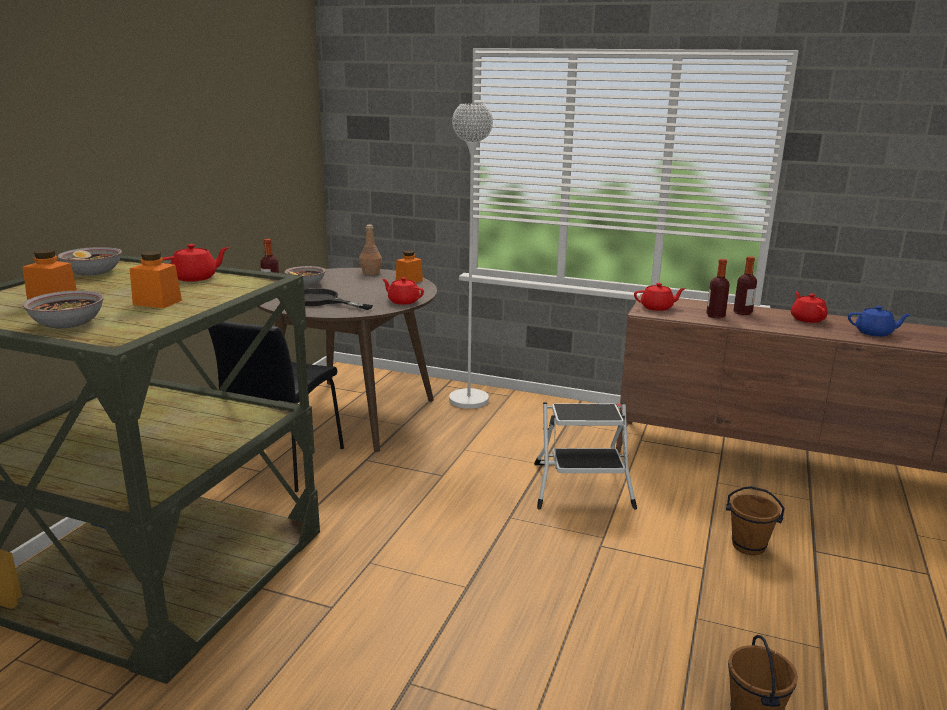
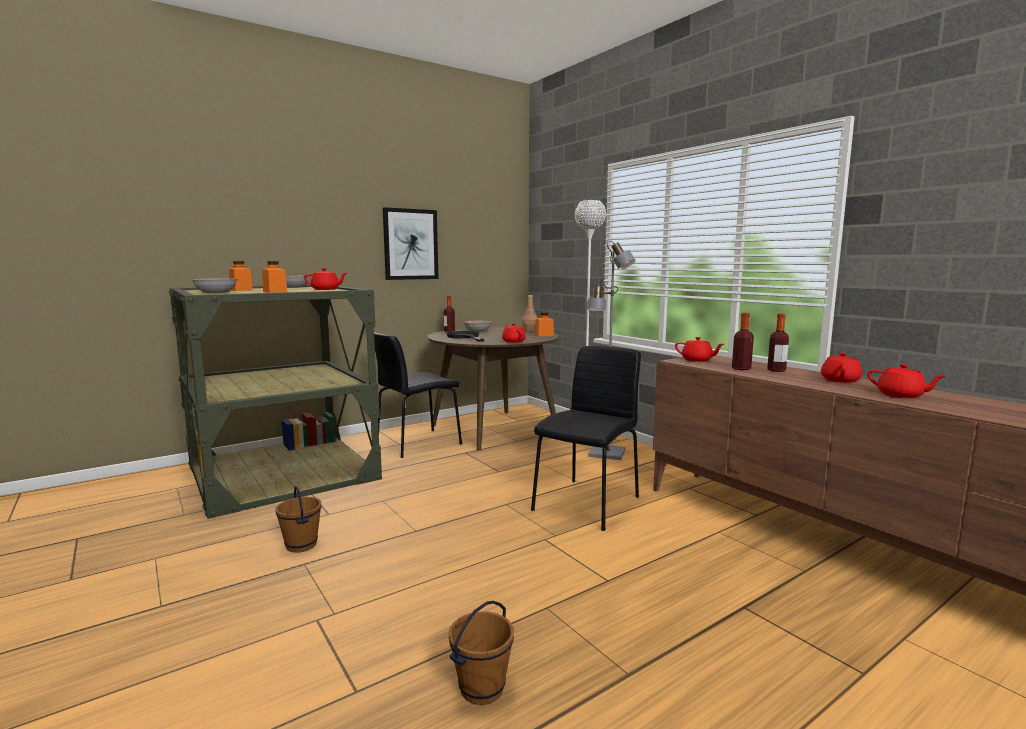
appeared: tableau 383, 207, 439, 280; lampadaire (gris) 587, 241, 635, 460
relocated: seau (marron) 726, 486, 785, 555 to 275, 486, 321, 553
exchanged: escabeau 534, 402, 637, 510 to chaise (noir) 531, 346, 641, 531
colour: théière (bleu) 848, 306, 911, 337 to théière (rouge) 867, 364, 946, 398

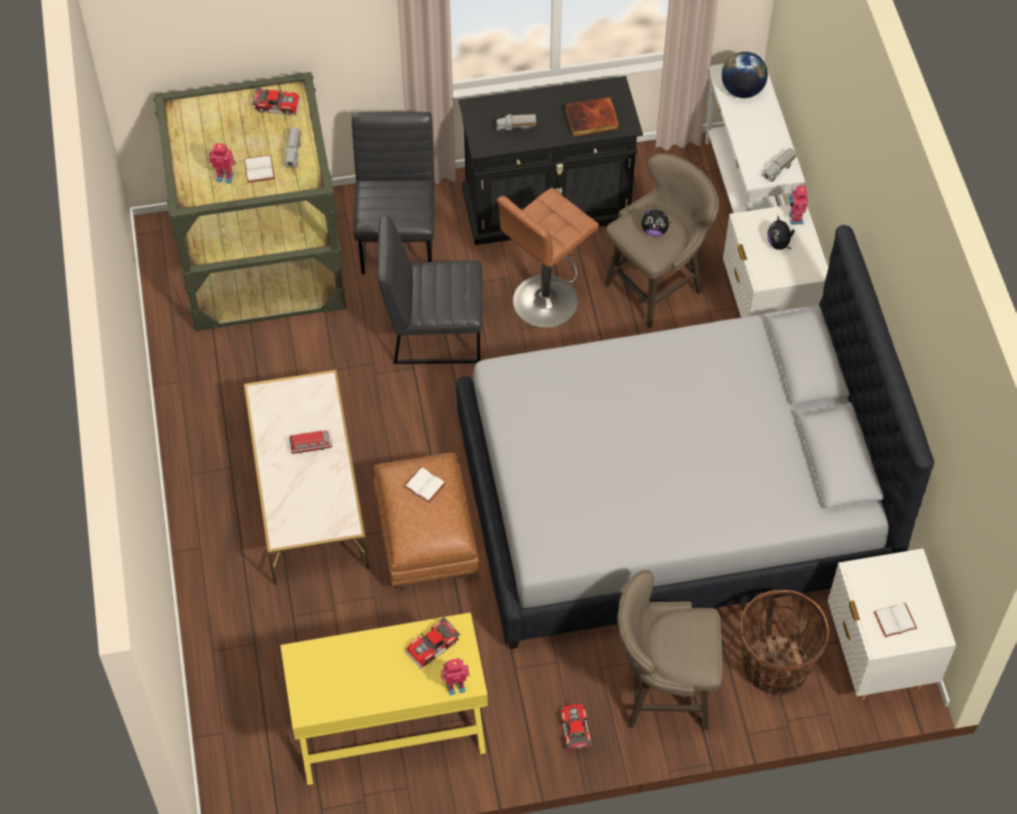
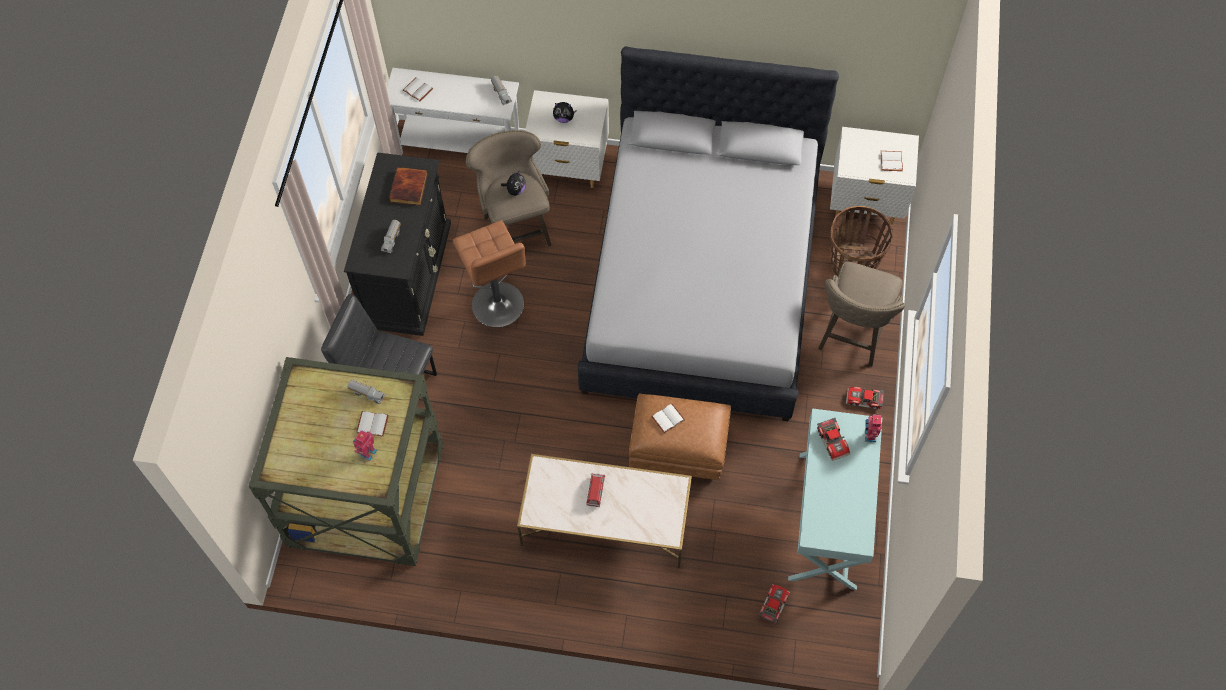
missing: chaise (gris) 377, 216, 482, 364; robot jouet 789, 184, 808, 225
relocated: petite voiture 252, 87, 302, 115 to 758, 584, 790, 623
exchanged: globe 722, 52, 768, 98 to livre (blanc) 403, 78, 433, 101
colour: bureau (jaune) 280, 612, 488, 785 to bureau (turquoise) 788, 408, 882, 590

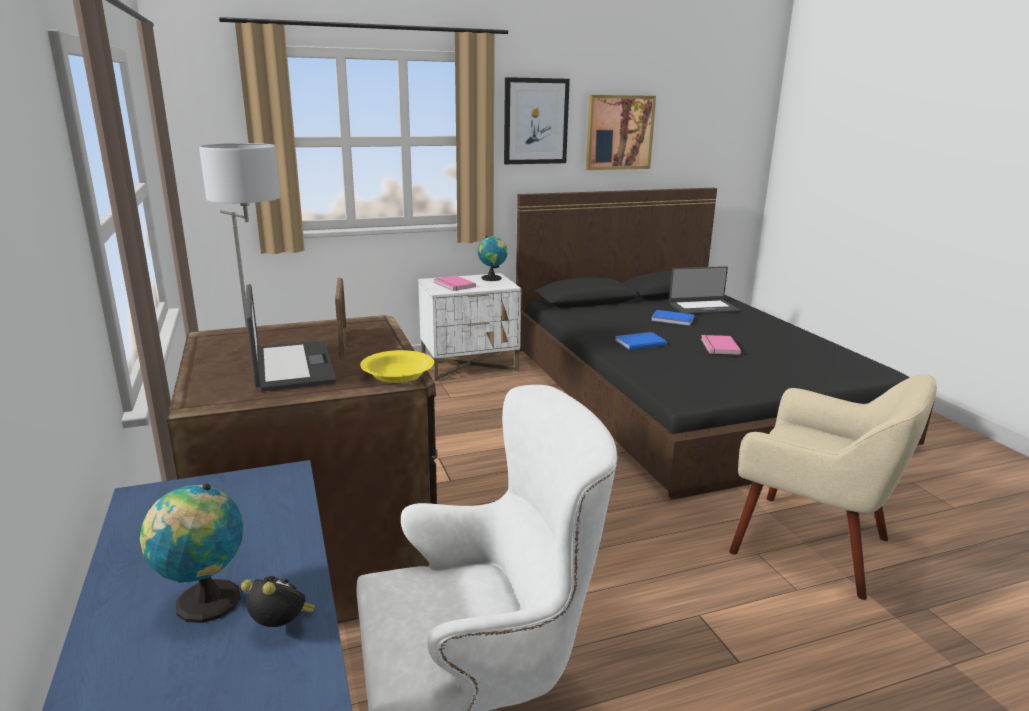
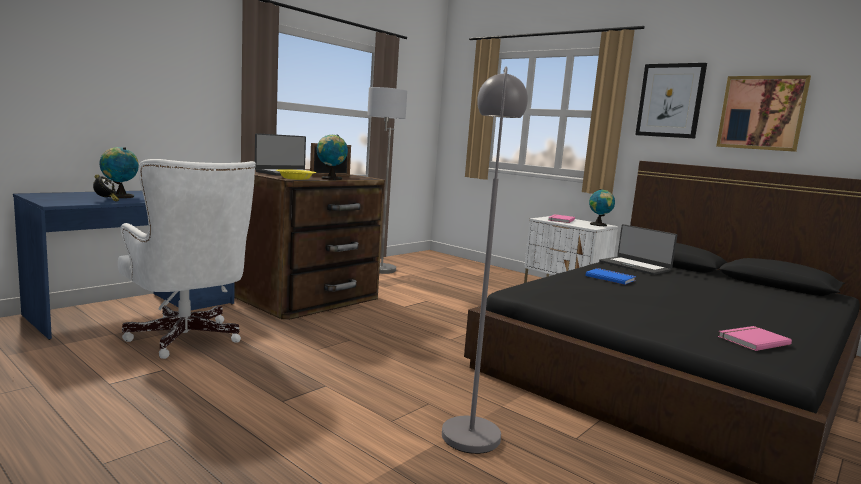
missing: livre (bleu) 651, 310, 695, 326
appeared: globe 317, 135, 348, 180
relocated: ordinateur portable 669, 266, 740, 314 to 599, 224, 677, 275; livre (rose) 701, 335, 742, 355 to 718, 326, 792, 351
exchanged: fauteuil (beige) 729, 374, 937, 600 to lampadaire (gris) 442, 67, 528, 454

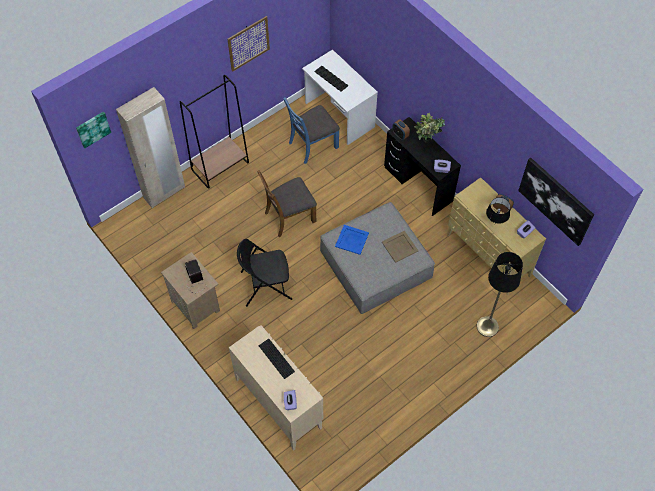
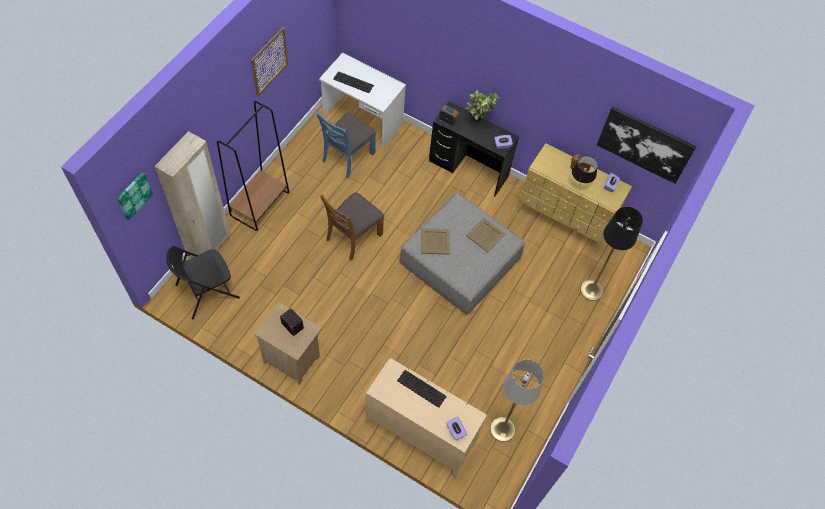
appeared: lampadaire (gris) 490, 359, 544, 442
relocated: chaise (noir) 237, 239, 292, 307 to 166, 246, 240, 320
colour: plateau (bleu) 335, 225, 369, 255 to plateau (beige) 421, 228, 450, 254

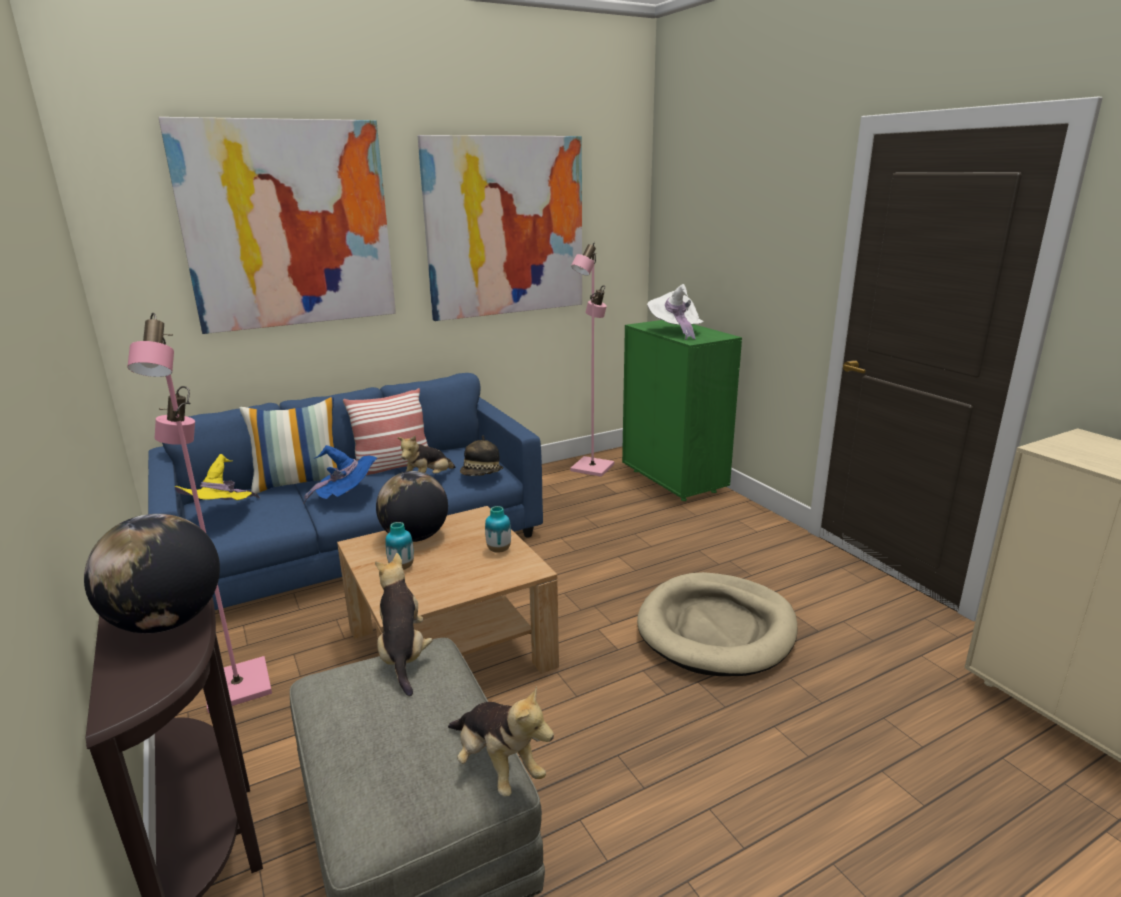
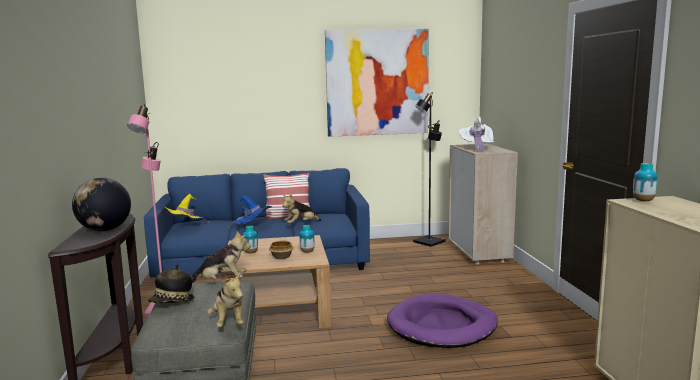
missing: tableau 159, 117, 396, 334; coussin 239, 397, 337, 494; globe 376, 471, 448, 542
appeared: bol 269, 240, 294, 259; vase 633, 163, 657, 201
relocated: chapeau 460, 435, 503, 476 to 148, 264, 194, 304
colour: lampadaire (rose) 570, 242, 614, 477 to lampadaire (noir) 413, 92, 445, 247; meuble de rangement (vert) 622, 320, 742, 501 to meuble de rangement (beige) 448, 144, 518, 264; panier pour chien (beige) 637, 572, 797, 676 to panier pour chien (violet) 387, 293, 498, 348
spun: peluche 375, 553, 433, 696 = 191, 231, 251, 283 75 degrees clockwise

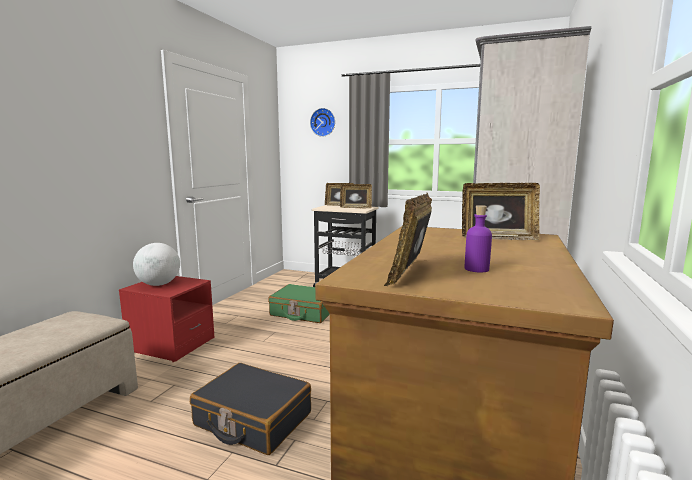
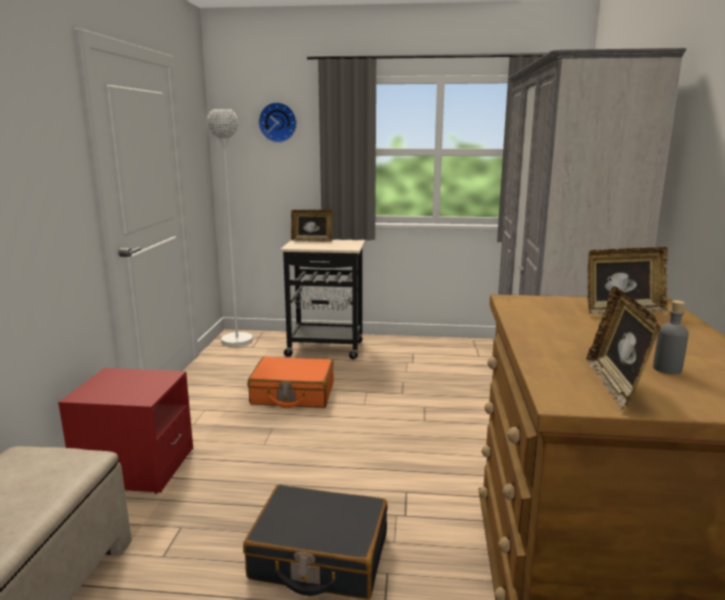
missing: globe 133, 243, 180, 286; cadre photo 340, 184, 372, 208
appeared: lampadaire (blanc) 207, 109, 253, 346
colour: valise (vert) 268, 284, 330, 323 to valise (orange) 248, 357, 334, 408; bouteille (violet) 465, 205, 492, 273 to bouteille (gris) 653, 300, 689, 374

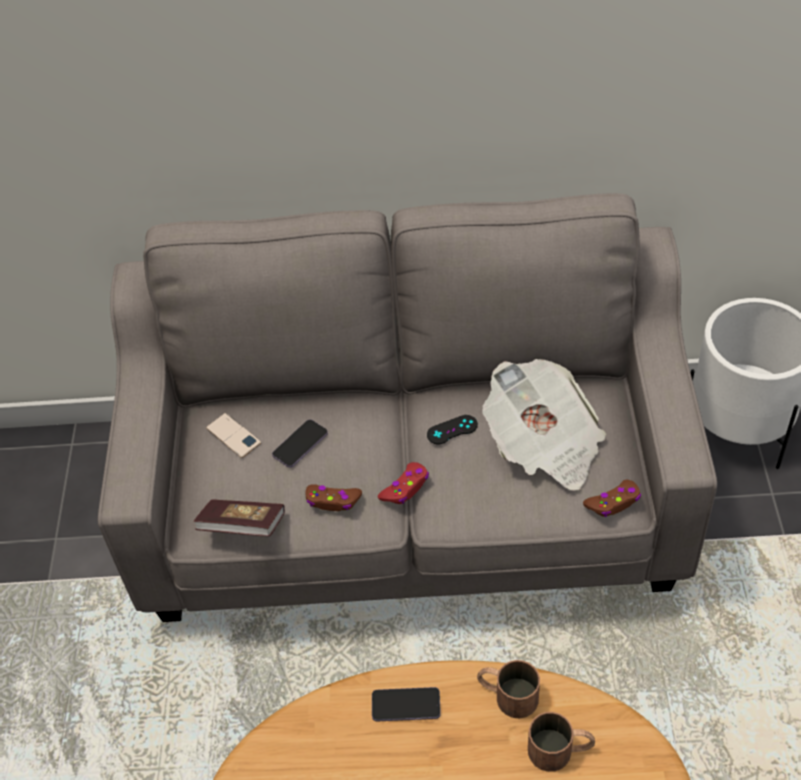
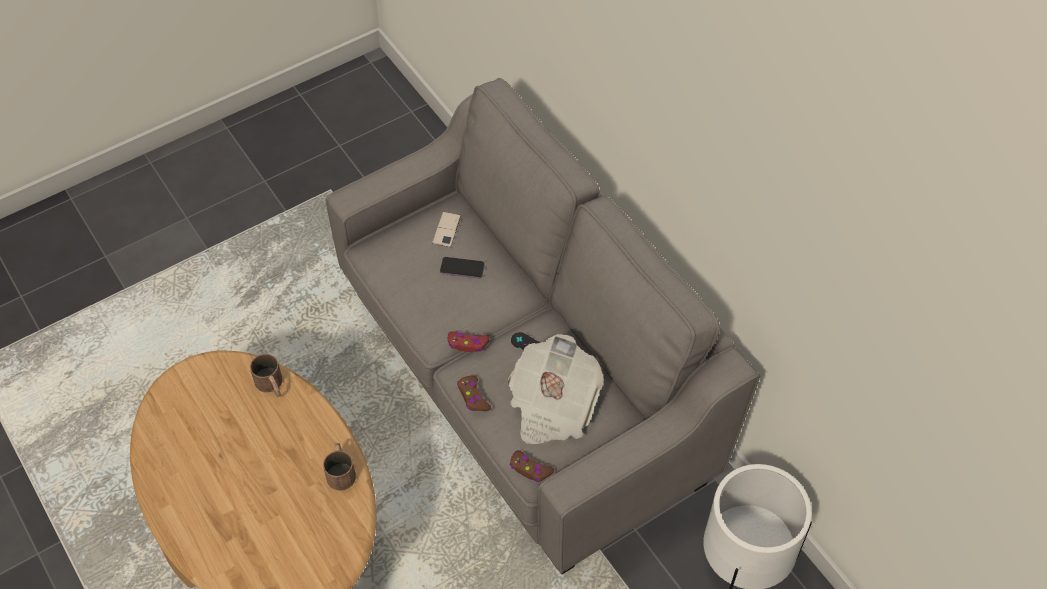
missing: livre 194, 500, 285, 537; téléphone 372, 687, 441, 721
relocated: manette (marron) 306, 484, 362, 511 to 457, 376, 491, 411; mug (marron) 528, 712, 595, 772 to 250, 354, 283, 397

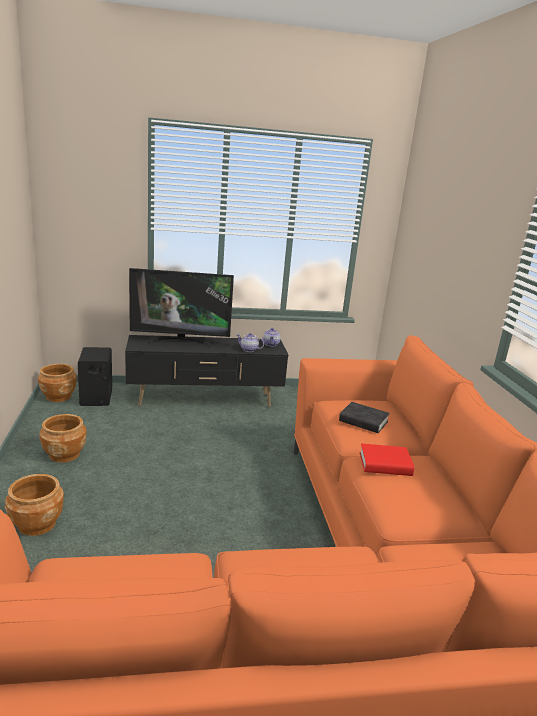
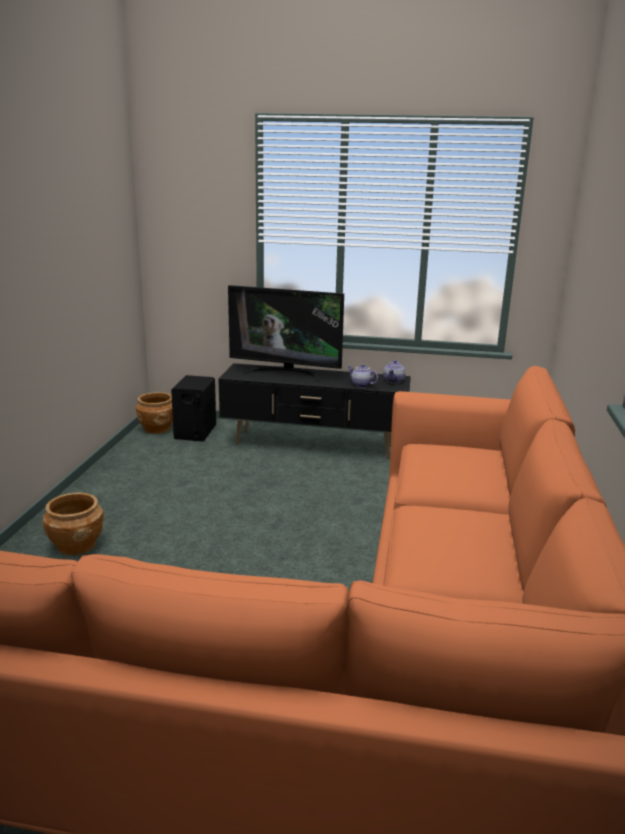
missing: cache-pot (marron) 39, 414, 87, 463; livre (noir) 339, 402, 390, 433; livre (rouge) 359, 443, 414, 476

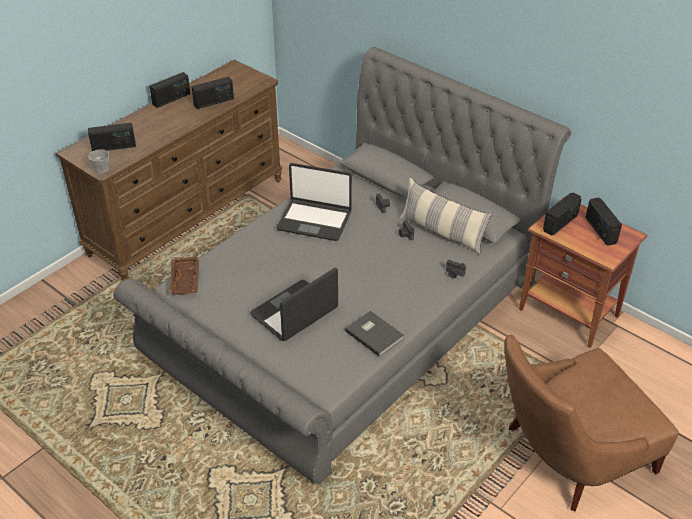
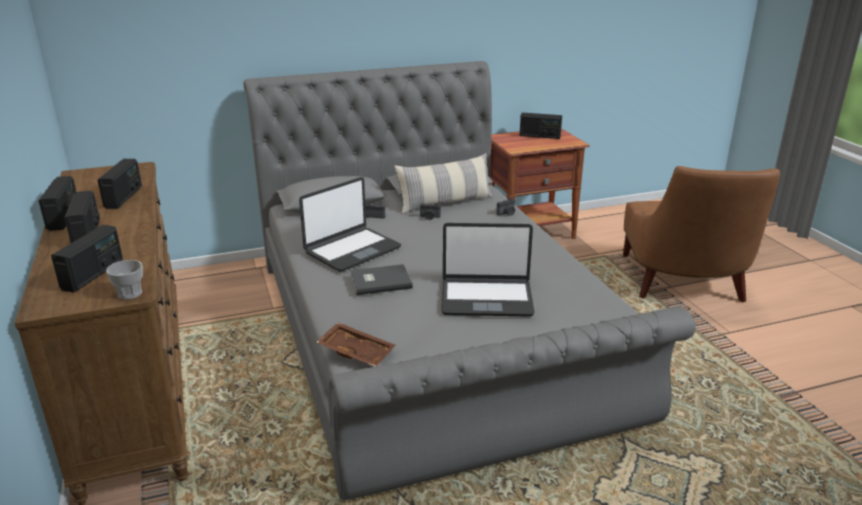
relocated: livre (gris) 345, 311, 404, 357 to 350, 264, 413, 295; radio 543, 193, 581, 236 to 64, 190, 100, 243
spun: ordinateur portable 250, 268, 338, 341 = 441, 223, 535, 317 75 degrees counterclockwise

